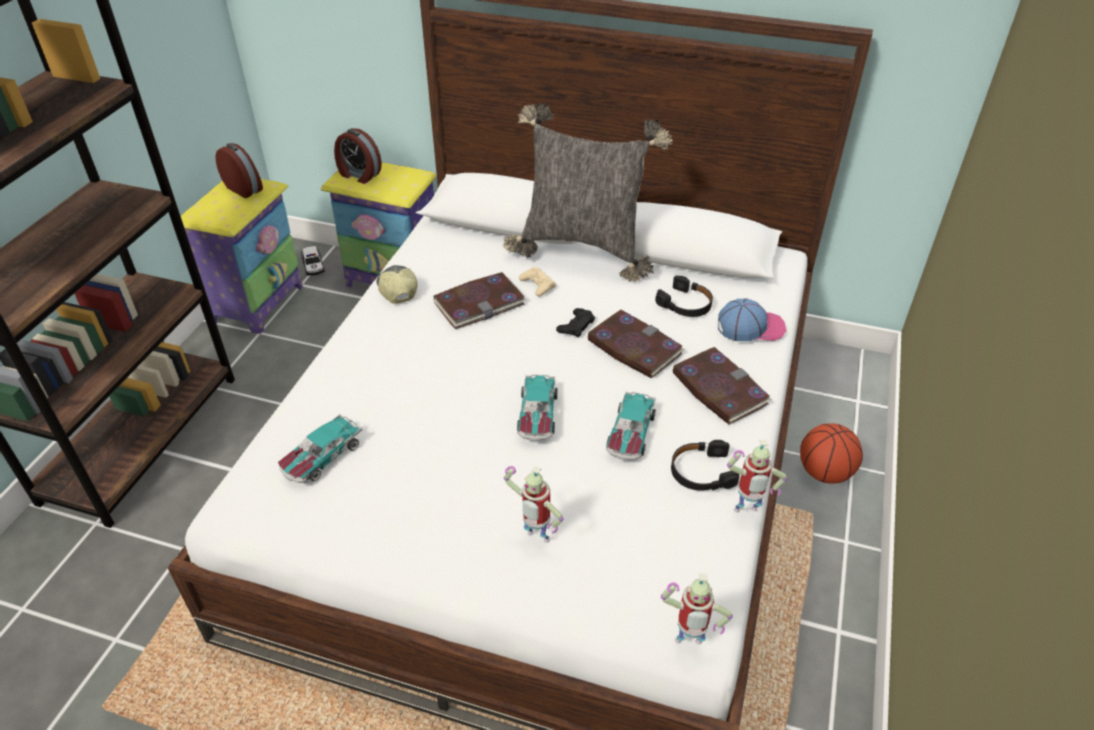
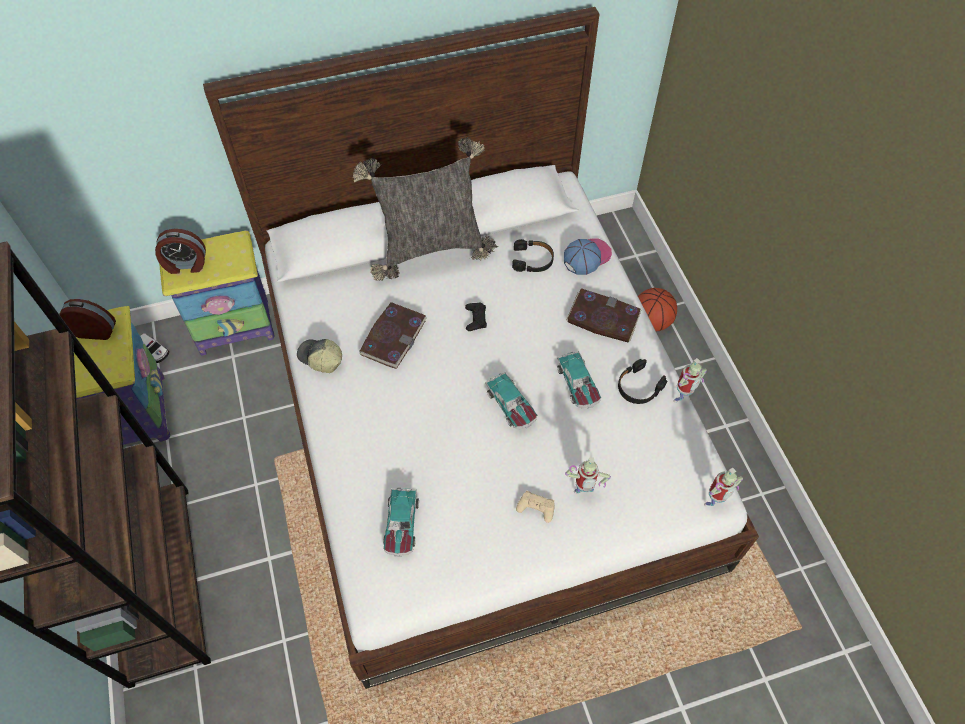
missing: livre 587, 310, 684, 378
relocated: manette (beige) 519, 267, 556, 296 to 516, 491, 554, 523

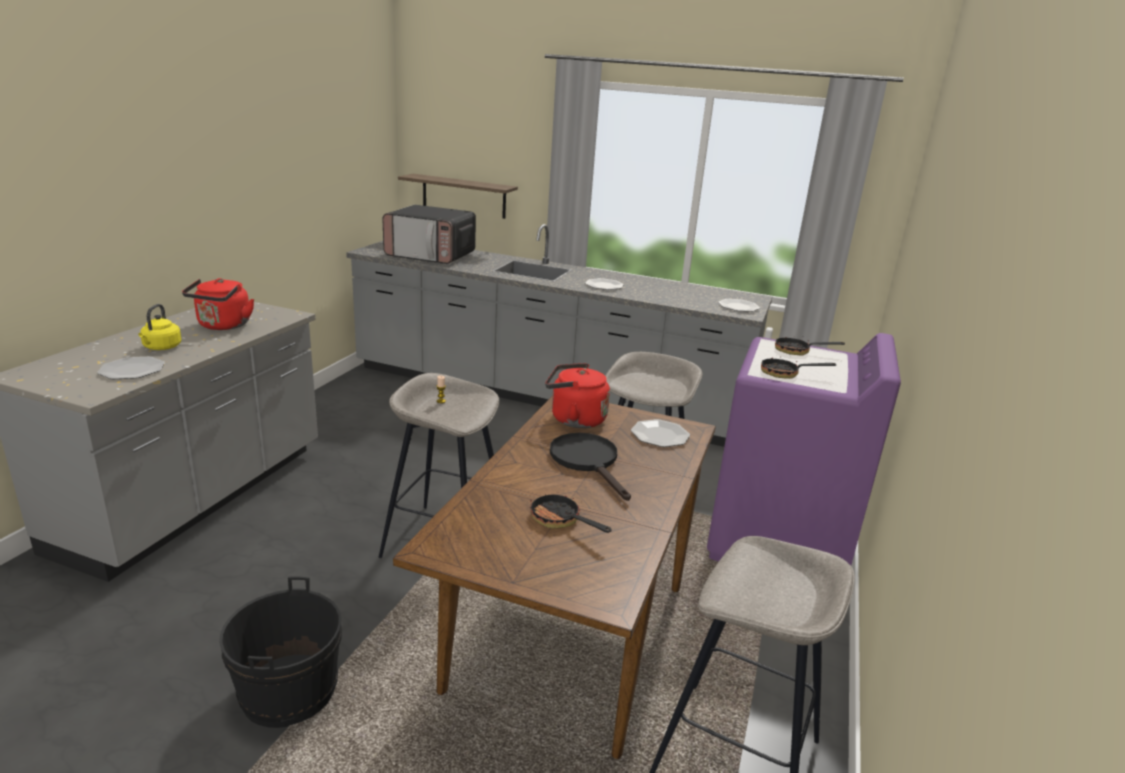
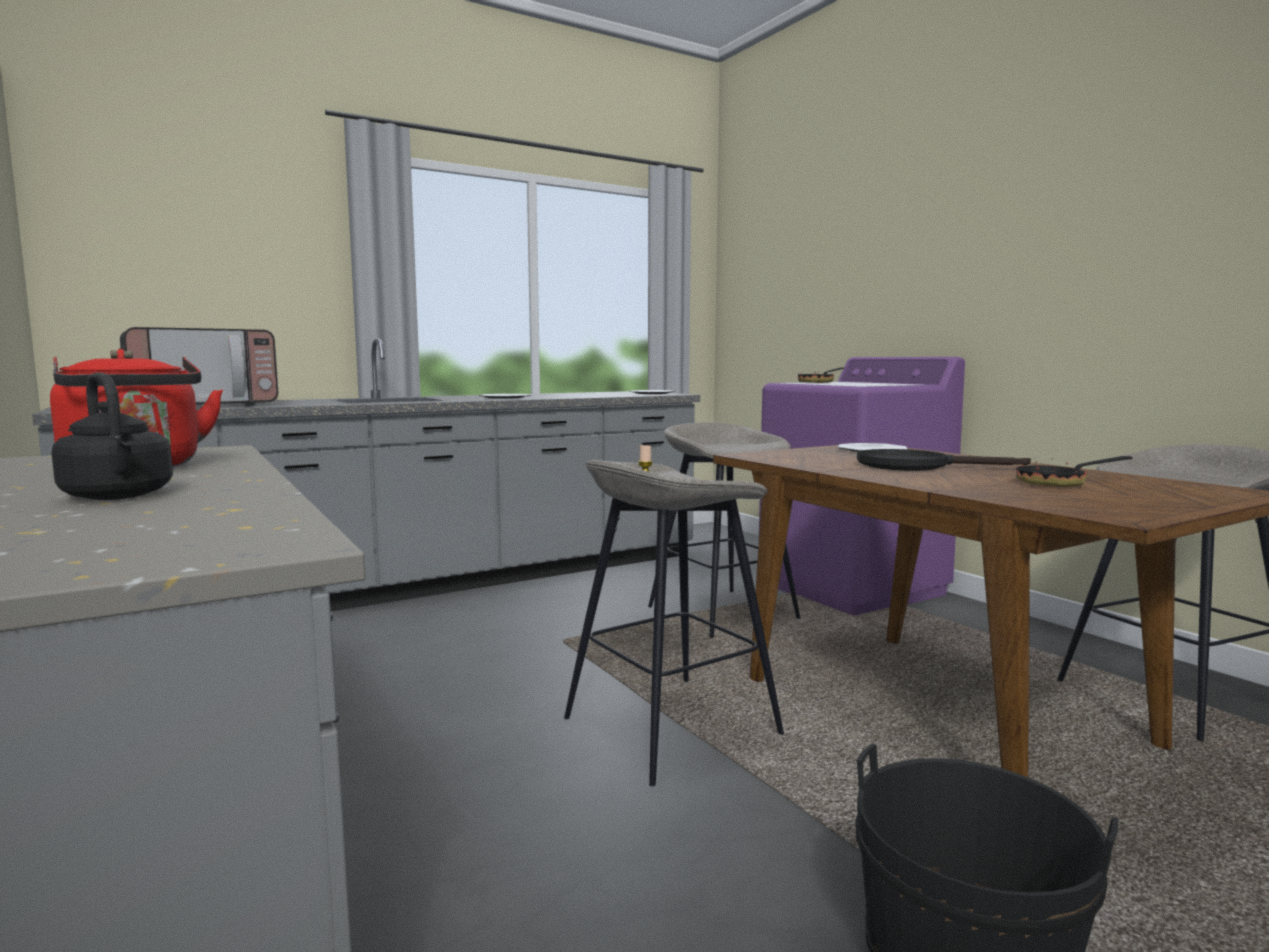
missing: assiette 97, 357, 165, 379; étagère 398, 174, 518, 219; bouilloire (rouge) 546, 363, 610, 428; poêle 761, 357, 836, 379
colour: bouilloire (jaune) 138, 304, 181, 350 to bouilloire (noir) 51, 372, 173, 500

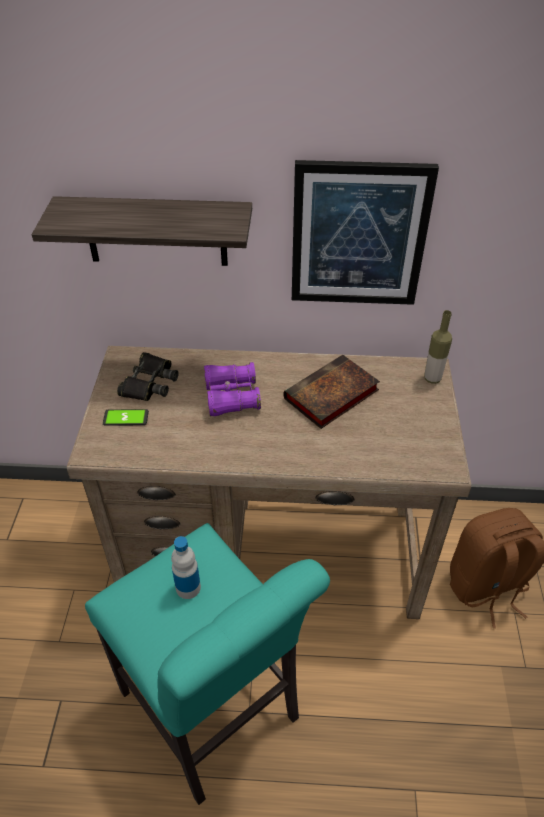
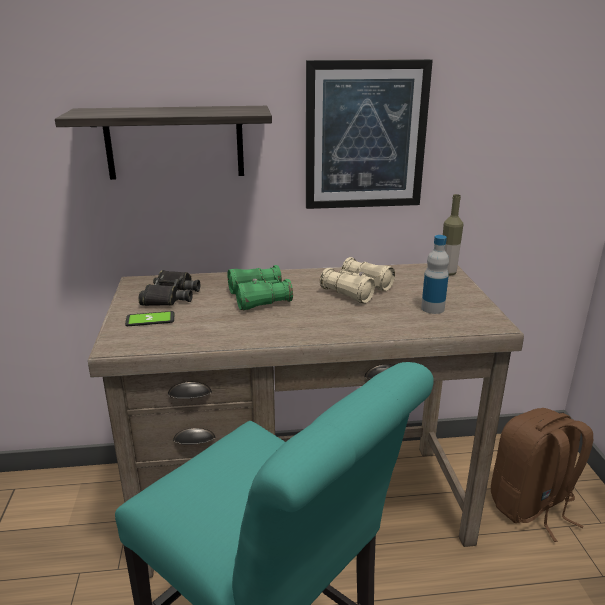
relocated: bouteille 171, 536, 201, 599 to 421, 235, 449, 314
exchanged: livre 284, 355, 380, 429 to jumelles (beige) 320, 257, 395, 303
colour: jumelles (violet) 204, 362, 261, 417 to jumelles (vert) 227, 265, 293, 310

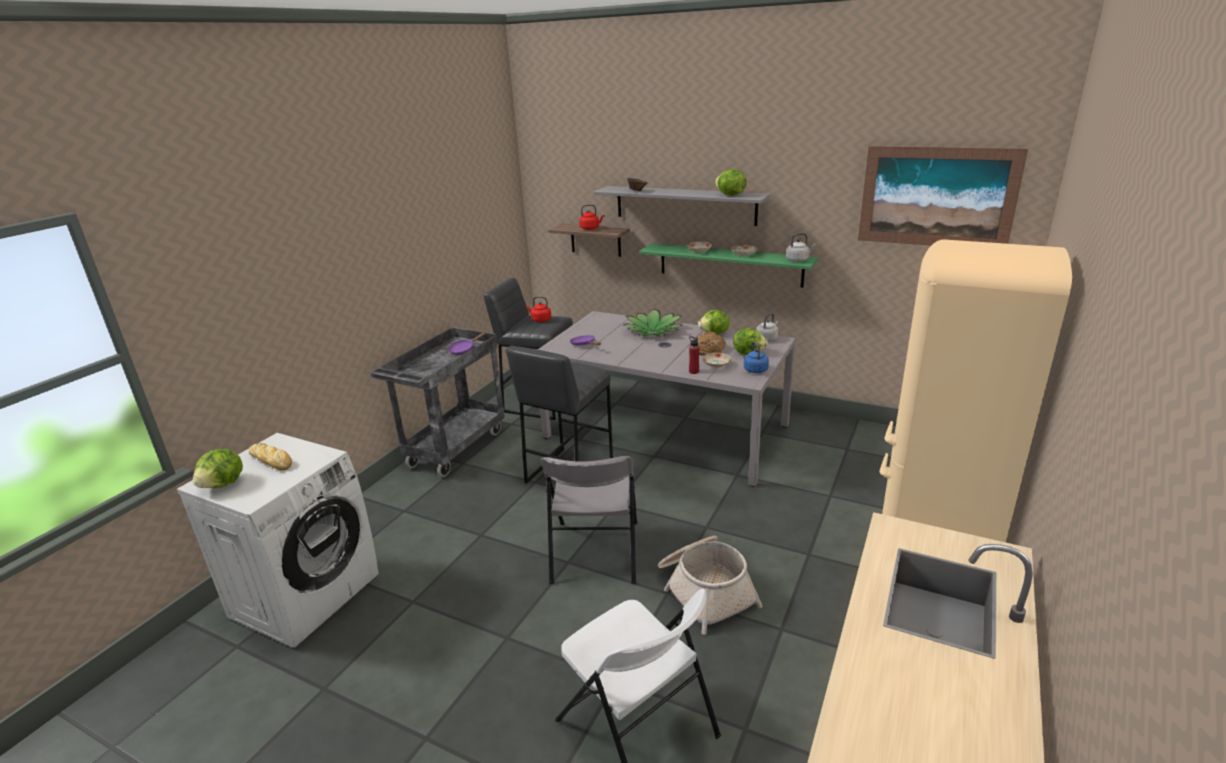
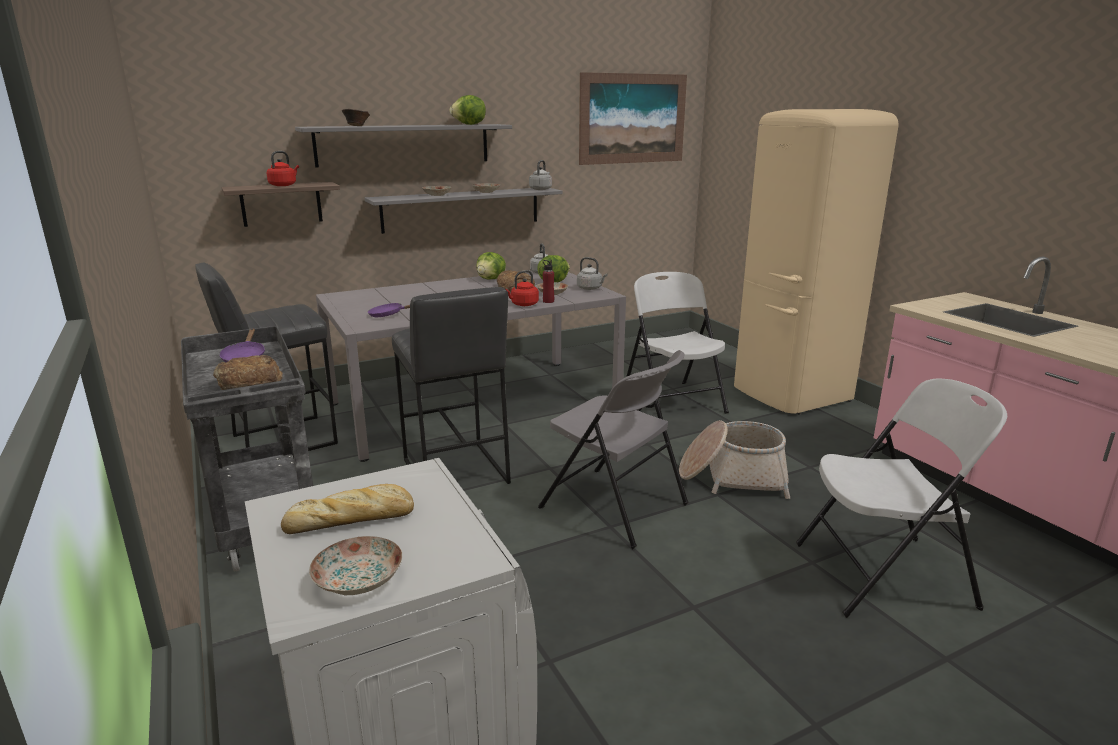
missing: plante en pot 624, 309, 683, 337
appeared: pain 213, 355, 283, 390; chaise (blanc) 626, 272, 729, 414
relocated: bouilloire (rouge) 526, 296, 551, 322 to 506, 270, 539, 306
exchanged: laitue 193, 449, 243, 488 to assiette 309, 536, 402, 595
colour: étagère (vert) 639, 243, 818, 288 to étagère (gris) 365, 188, 563, 234; bouilloire (bleu) 744, 341, 769, 373 to bouilloire (gris) 577, 257, 607, 290

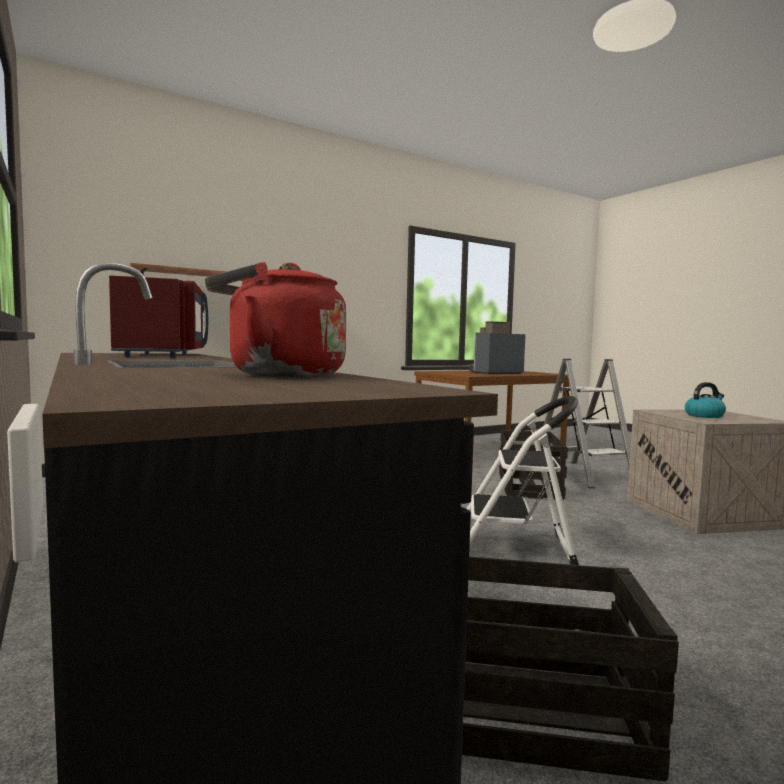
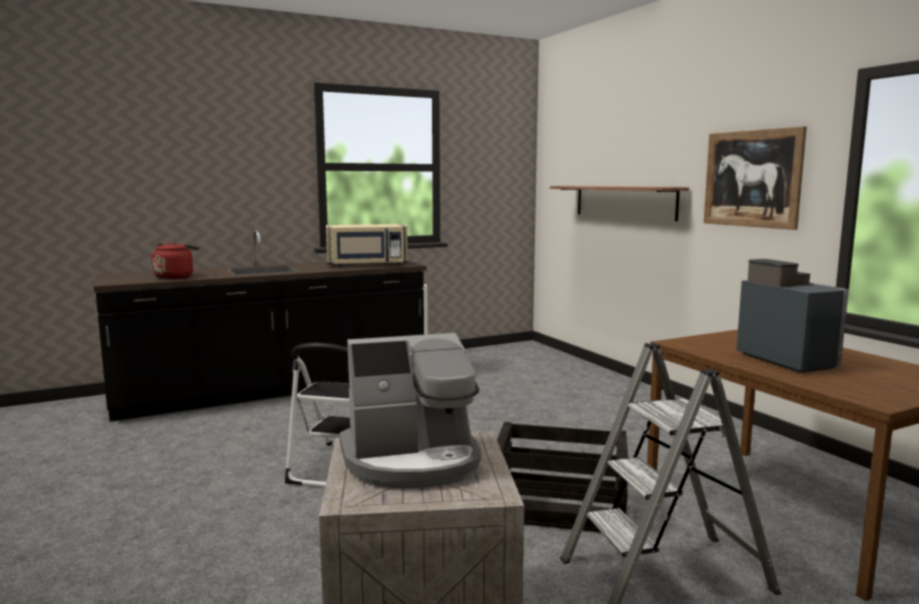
missing: caisse 462, 557, 679, 781
appeared: tableau 704, 126, 807, 230
exchanged: bouilloire 685, 382, 726, 418 to machine à café 340, 333, 481, 488
colour: micro-ondes (rouge) 109, 275, 208, 357 to micro-ondes (beige) 326, 224, 408, 267

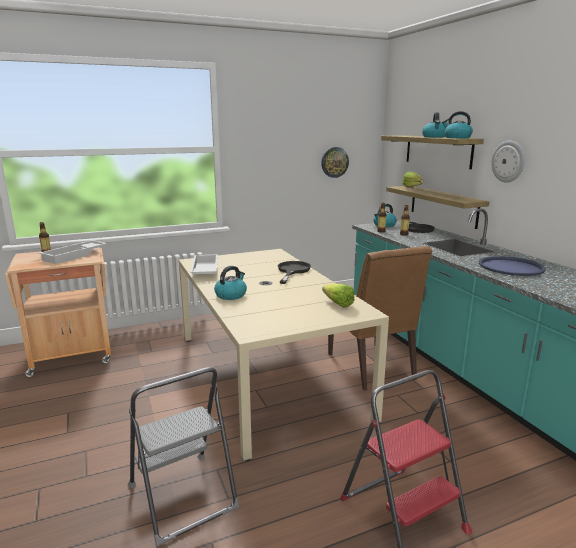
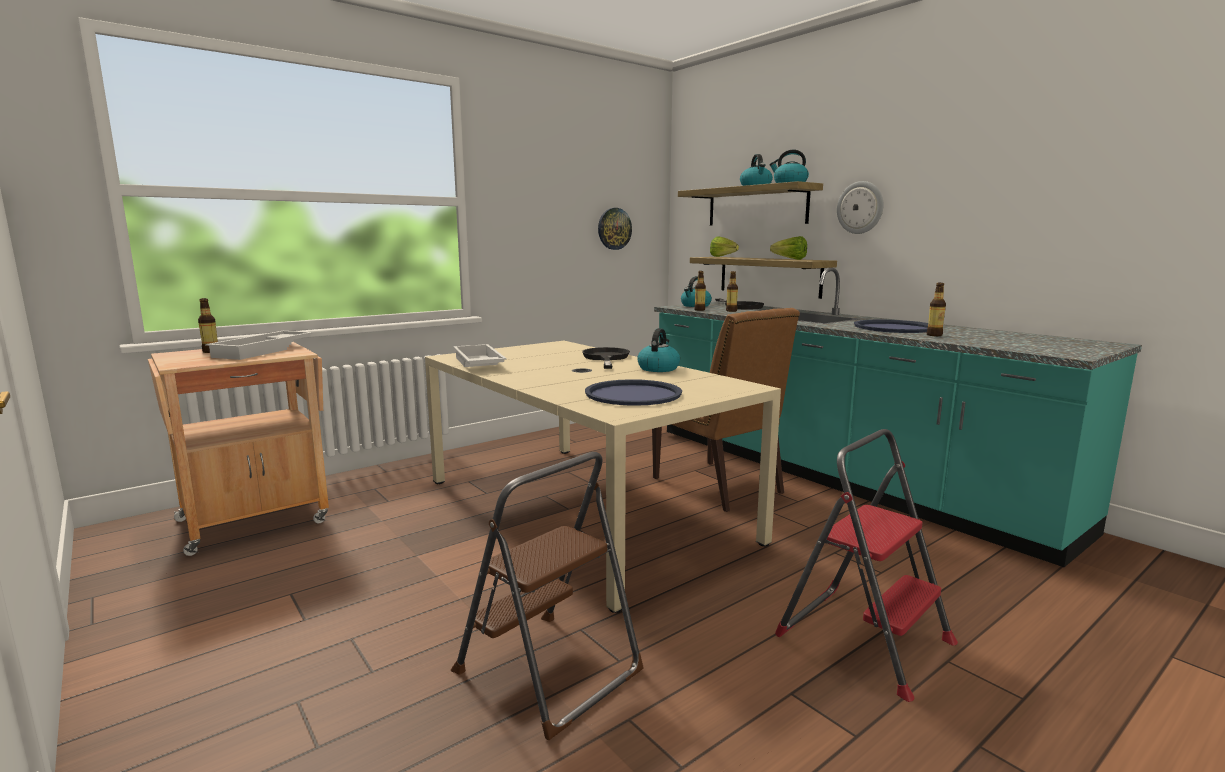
appeared: plateau (bleu) 585, 379, 682, 406; bouteille 927, 283, 946, 336
relocated: bouilloire 214, 266, 247, 300 to 637, 328, 680, 372; laitue 322, 284, 354, 308 to 770, 236, 807, 260
colour: escabeau (gris) 128, 367, 239, 547 to escabeau (marron) 451, 452, 644, 740

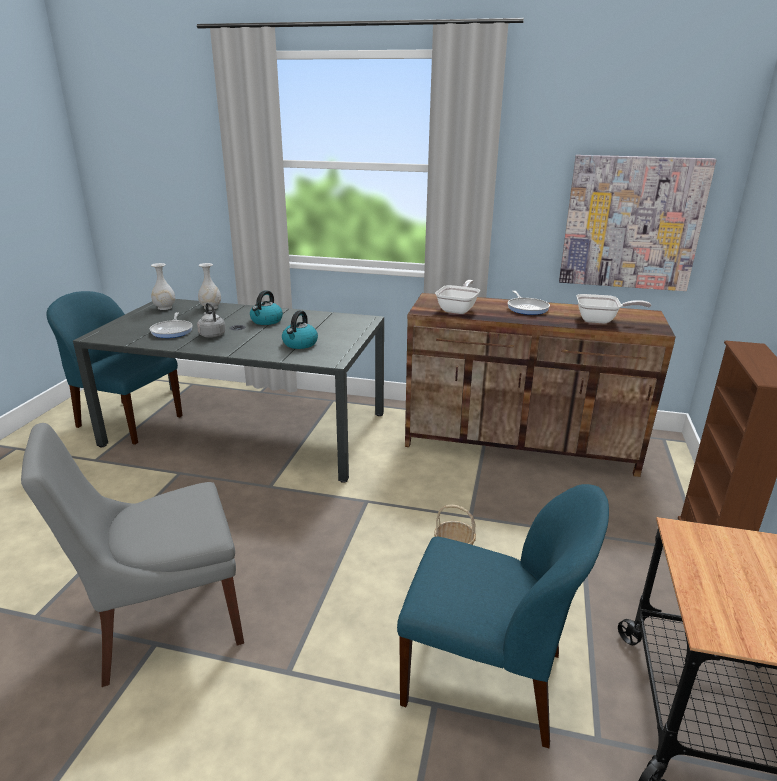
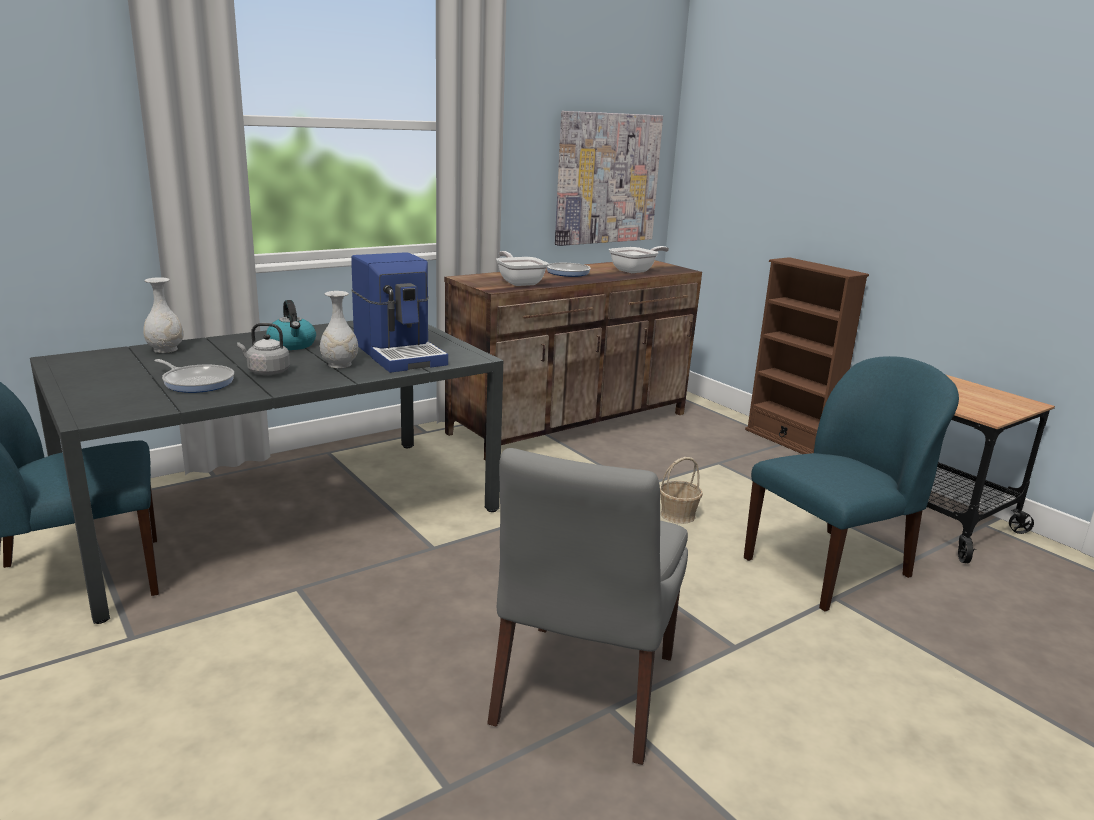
relocated: vase (blanc) 151, 263, 175, 310 to 320, 291, 358, 368
exchanged: bouilloire 282, 310, 318, 349 to machine à café 351, 252, 448, 373

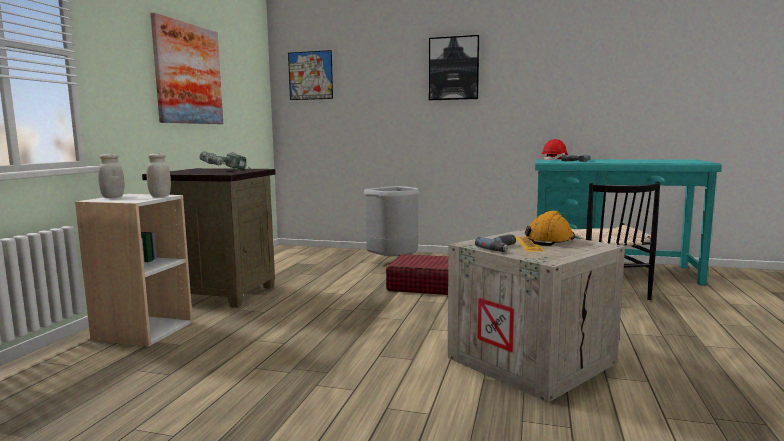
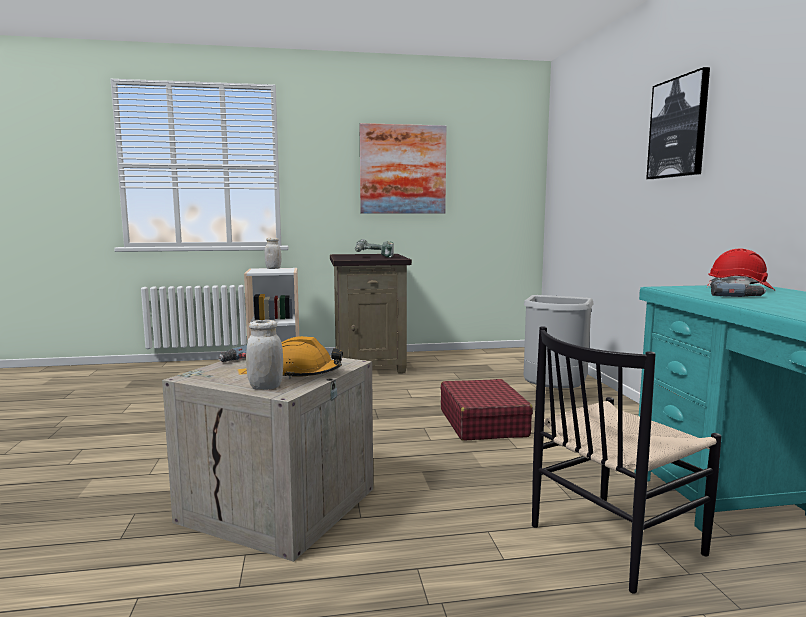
missing: tableau 288, 50, 333, 100
relocated: bocal (blanc) 146, 153, 171, 197 to 246, 320, 283, 390

